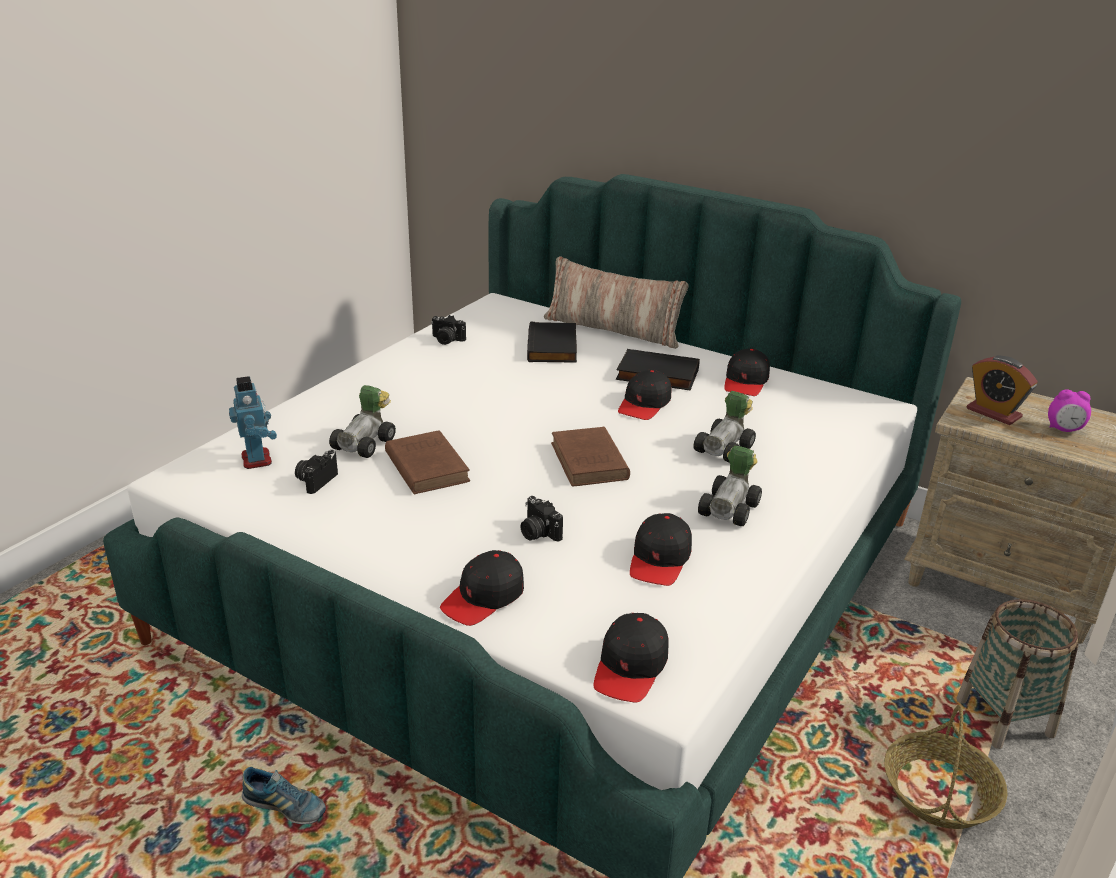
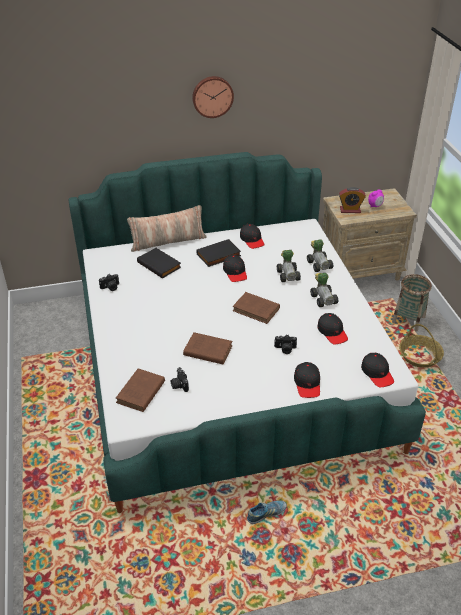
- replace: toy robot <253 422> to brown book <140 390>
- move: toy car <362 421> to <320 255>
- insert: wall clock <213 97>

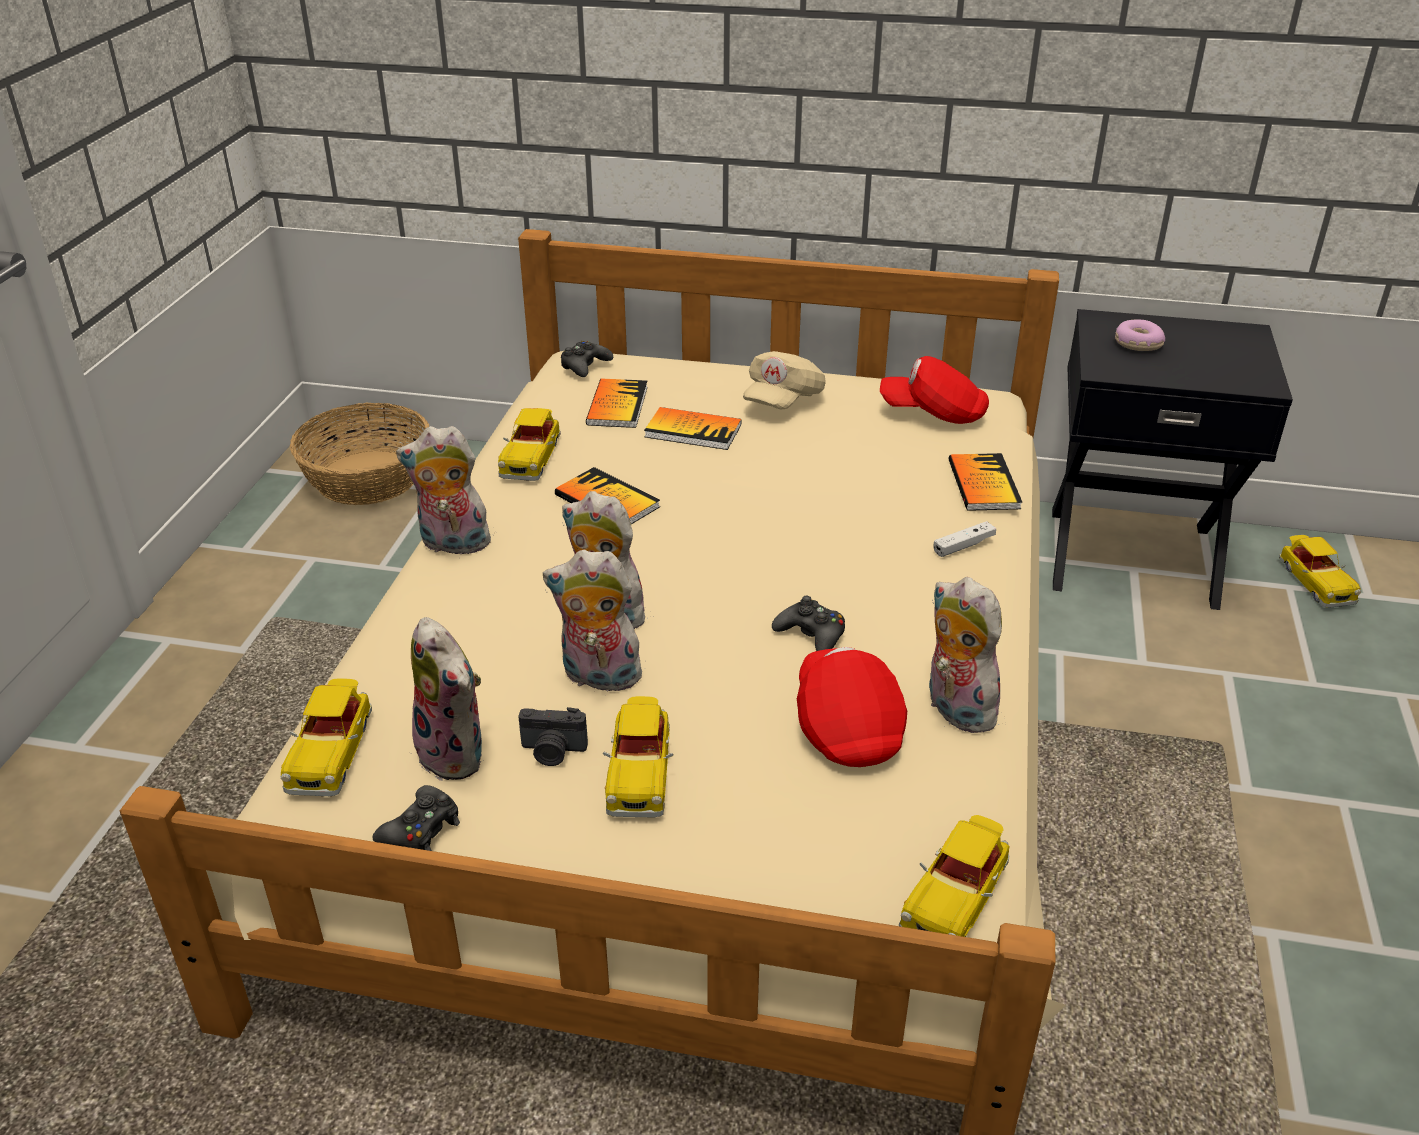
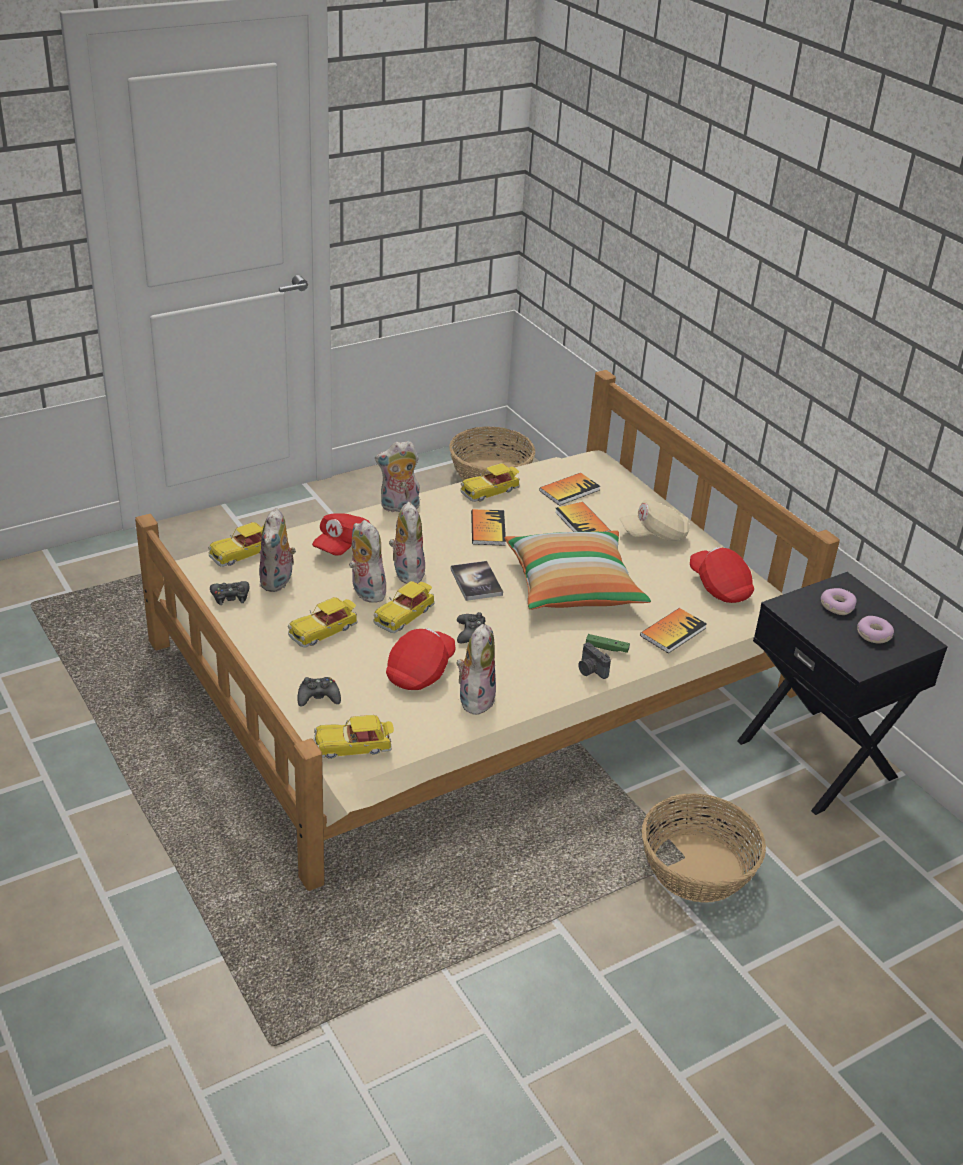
- move: black game controller <587 359> to <319 692>
- rotate: plush toy <445 490> = <397 476> 60 degrees counterclockwise
- recolor: white game controller <964 539> to green game controller <608 643>
- move: toy car <1320 571> to <404 607>
- move: photo camera <553 736> to <594 660>
- insert: red cap <341 535>
- insert: pillow <578 570>
- insert: book <477 581>
- insert: donut <875 629>
- insert: basket <704 848>

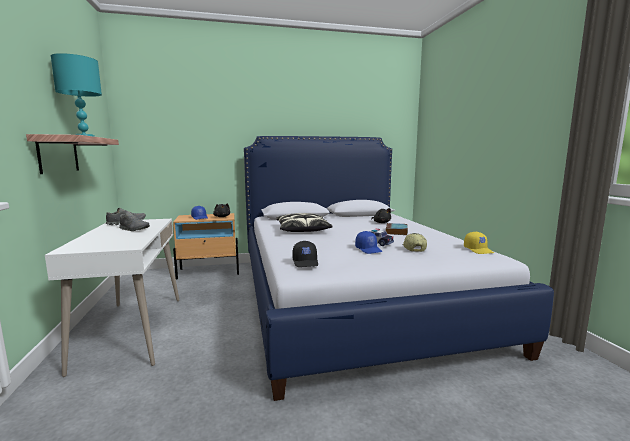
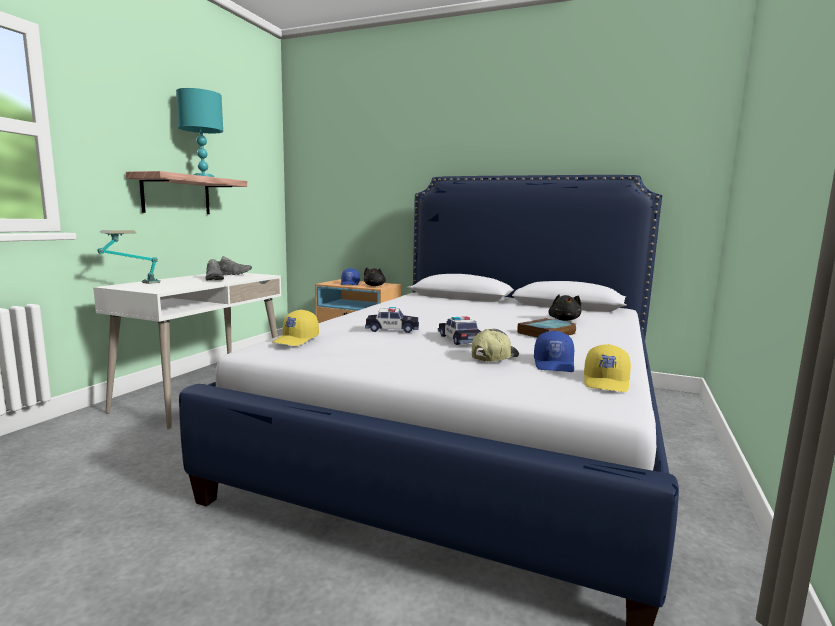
- delete: pillow <304 222>
- move: blue cap <369 242> to <554 351>
- recolor: black cap <305 254> to yellow cap <296 328>
- insert: table lamp <129 257>
- insert: toy car <392 320>

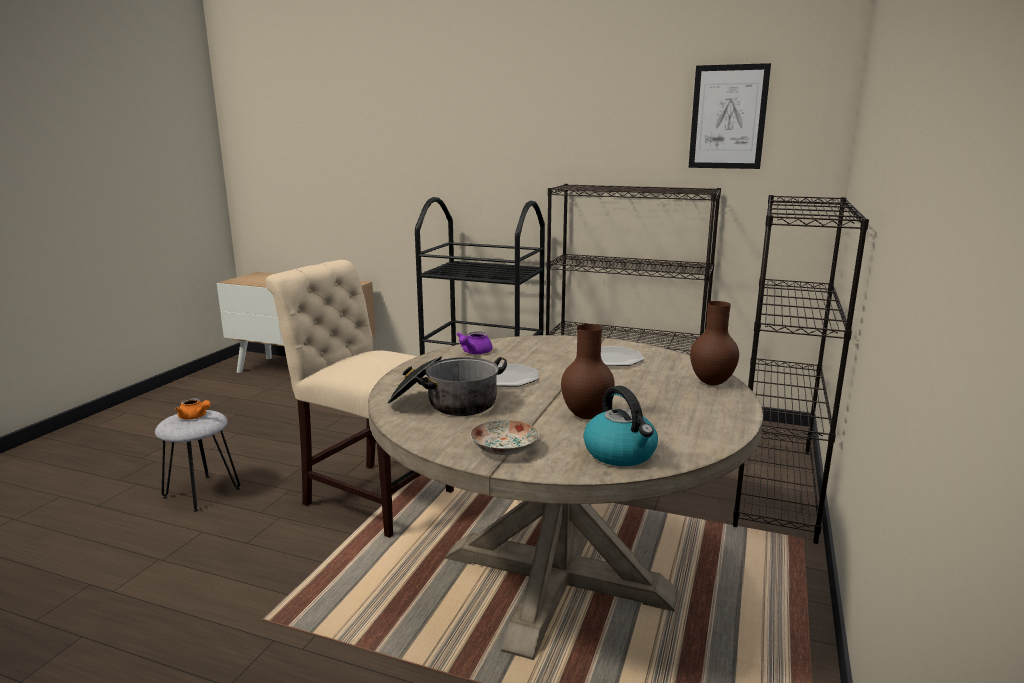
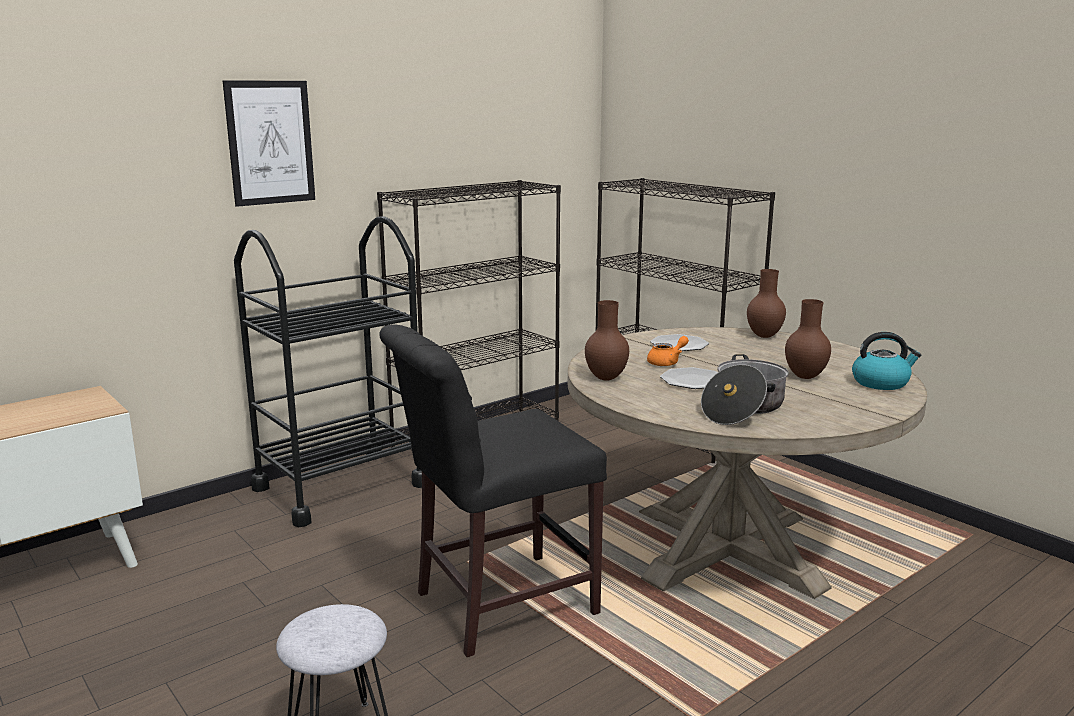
- move: picture <730 116> to <269 144>
- recolor: beige chair <360 399> to black chair <493 490>
- replace: purple teapot <474 342> to brown vase <607 340>
- move: orange teapot <193 409> to <668 351>
- delete: plate <504 437>

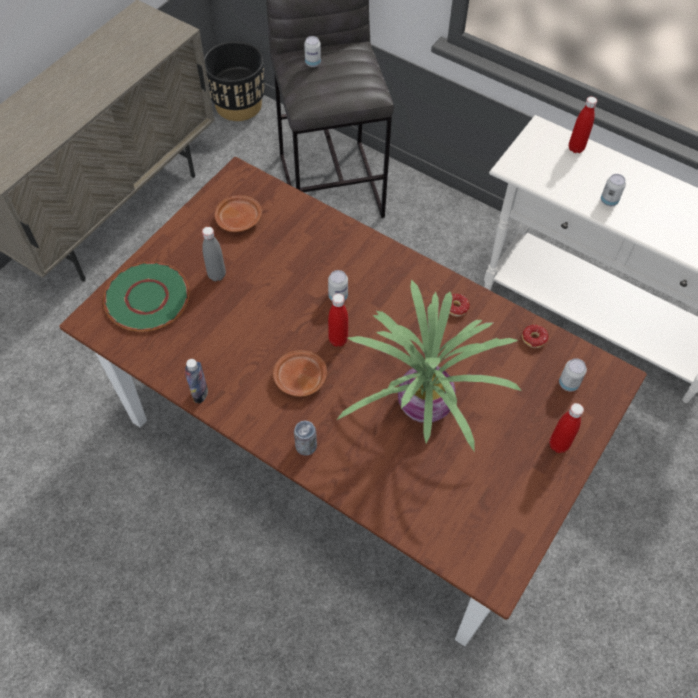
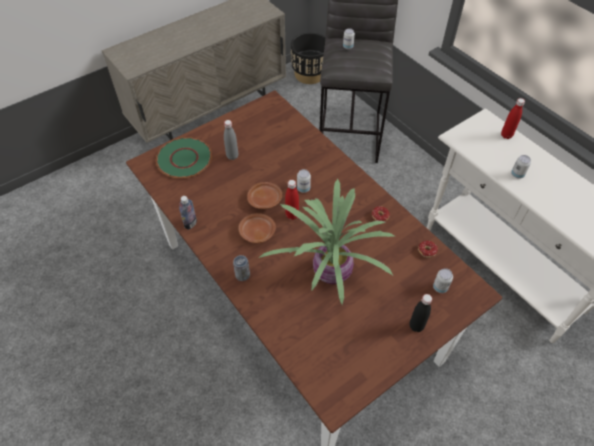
- move: brown plate <238 213> to <264 195>
- recolor: red bottle <566 428> to black bottle <420 313>

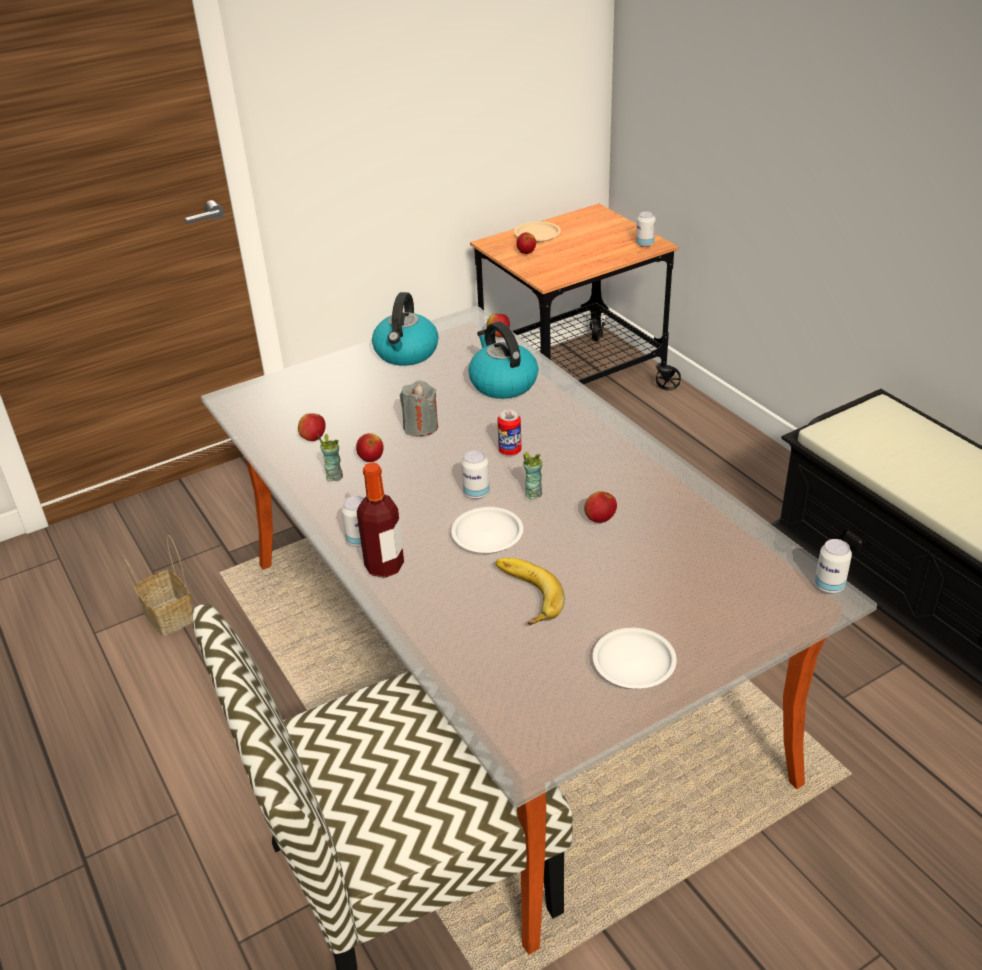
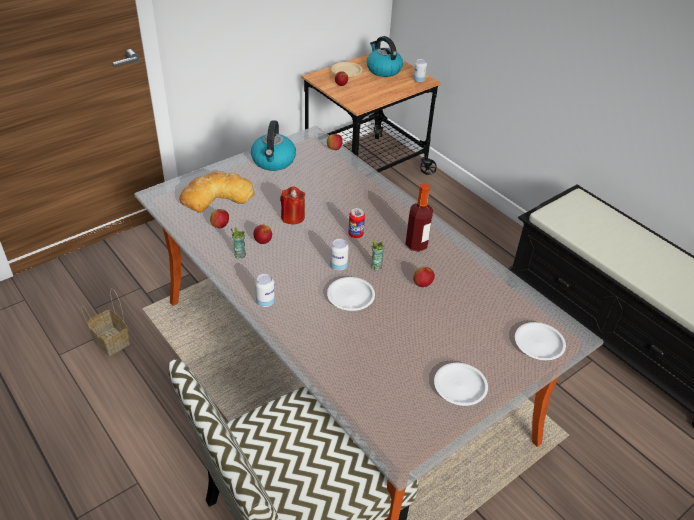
- move: kettle <503 360> to <385 56>
- recolor: grey candle <419 409> to red candle <292 205>
- move: bottle <380 520> to <419 217>
- delete: can <833 566>
- delete: banana <530 591>
- insert: bread <217 192>
- insert: white plate <540 341>

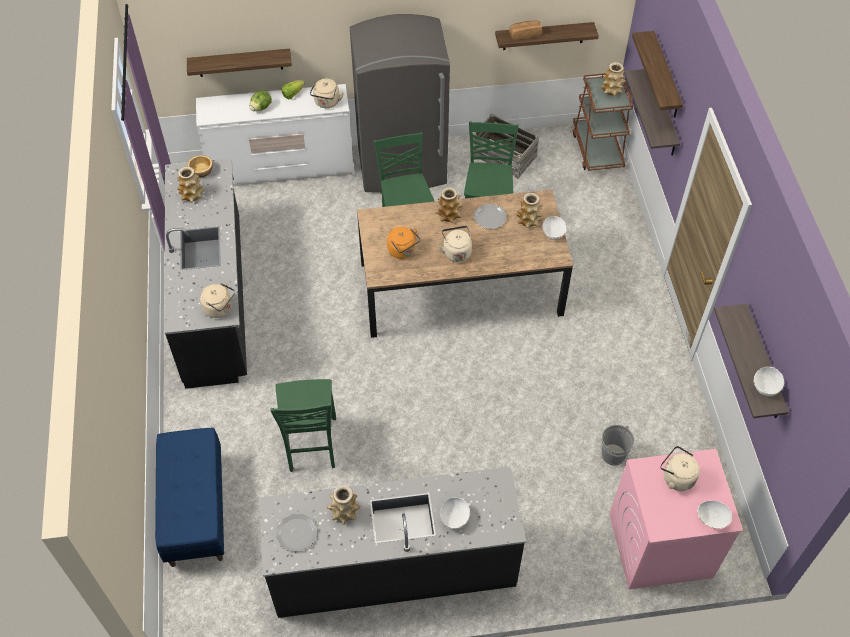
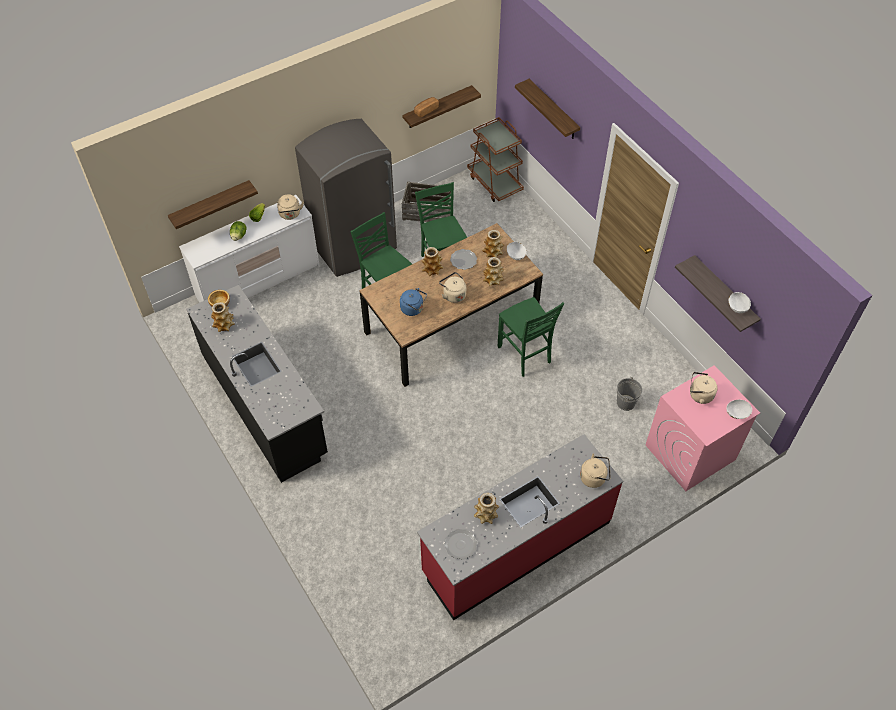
- move: vase <613 79> to <493 271>
- delete: shelf <652 112>
- recolor: orange kettle <403 243> to blue kettle <413 302>
- move: beige kettle <217 300> to <595 471>
- move: green chair <303 425> to <531 337>
- delete: blue bench <189 497>
- recolor: black counter <392 542> to red counter <520 527>
- delete: white bowl <455 513>

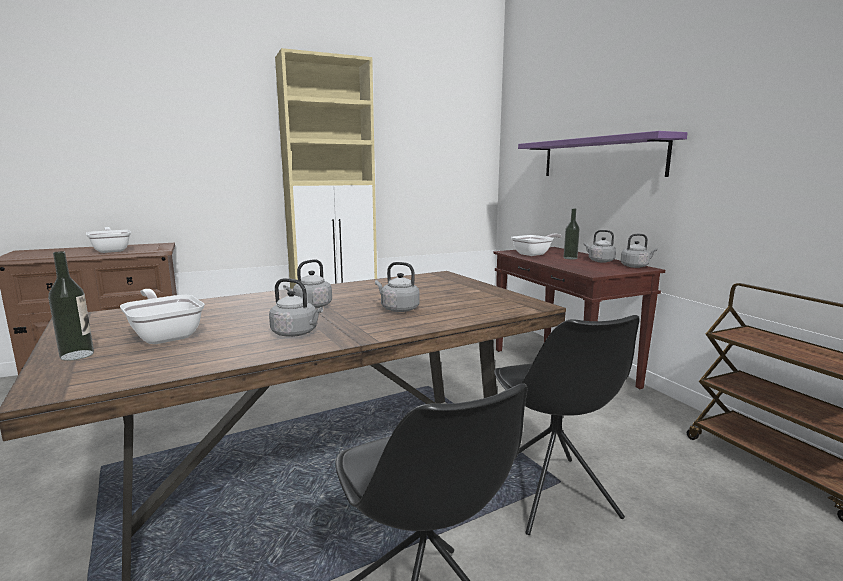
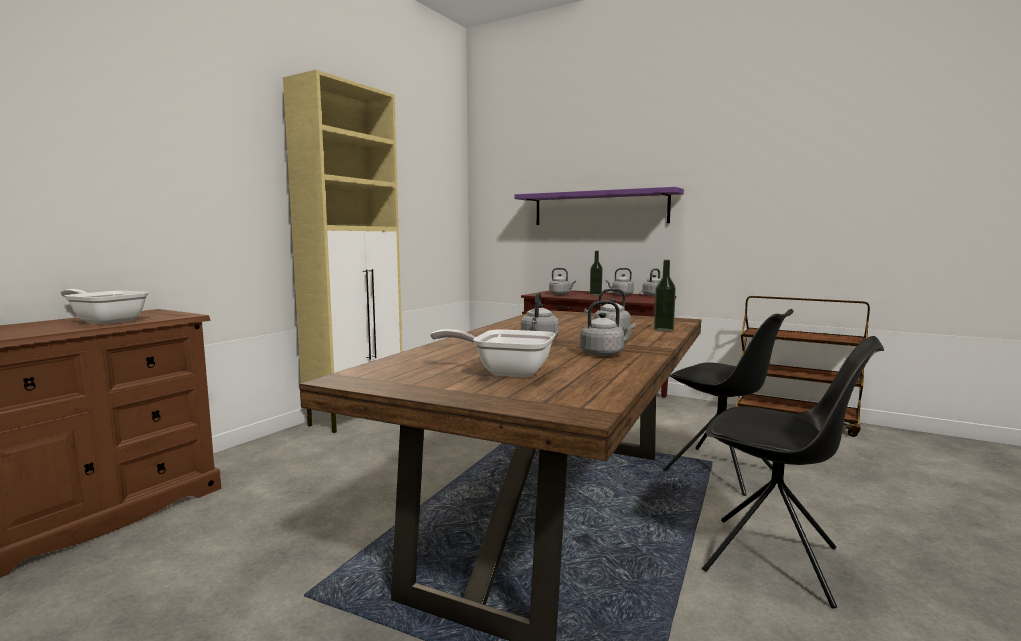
- replace: frying pan <536 245> to grey kettle <562 281>
- move: bottle <71 306> to <665 296>

